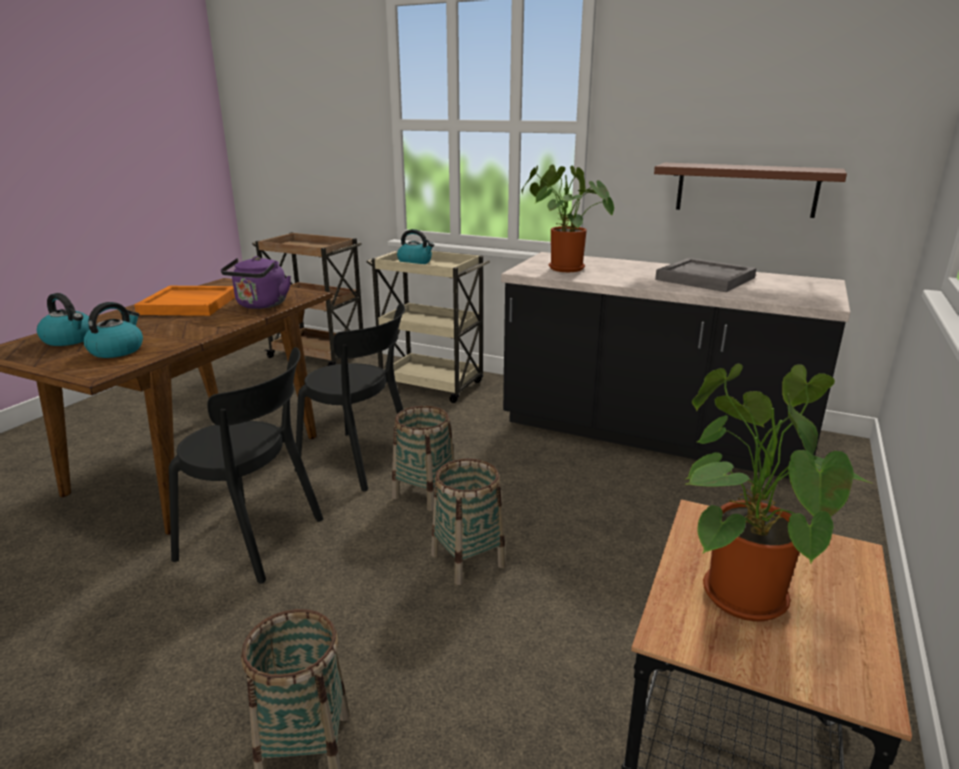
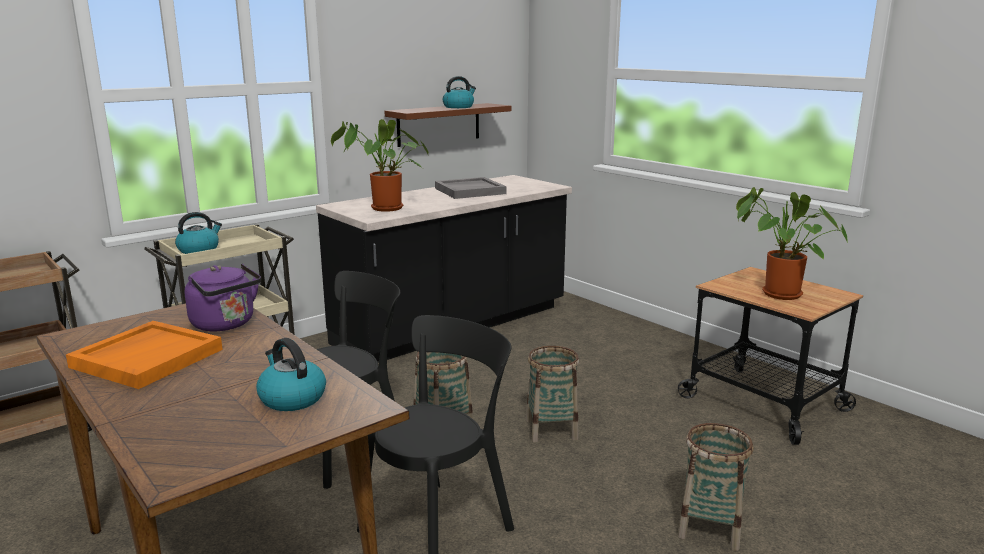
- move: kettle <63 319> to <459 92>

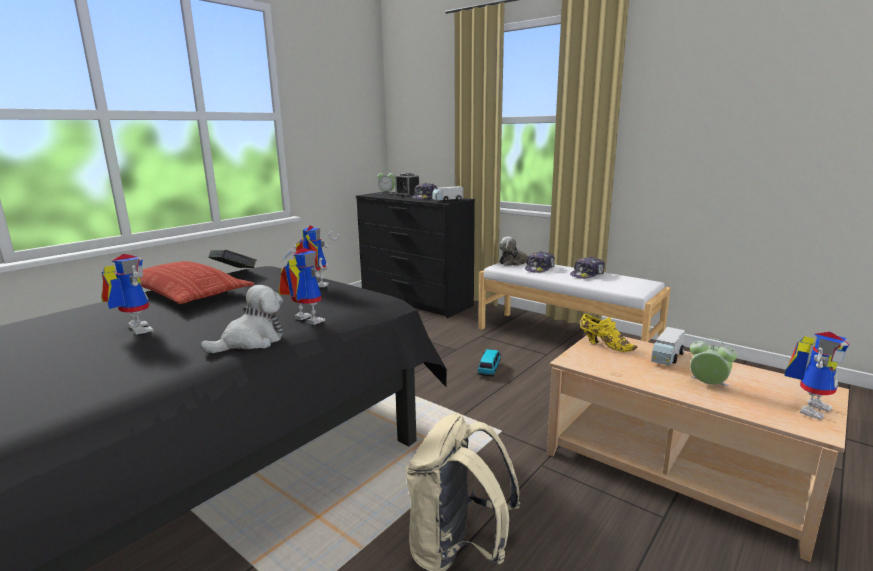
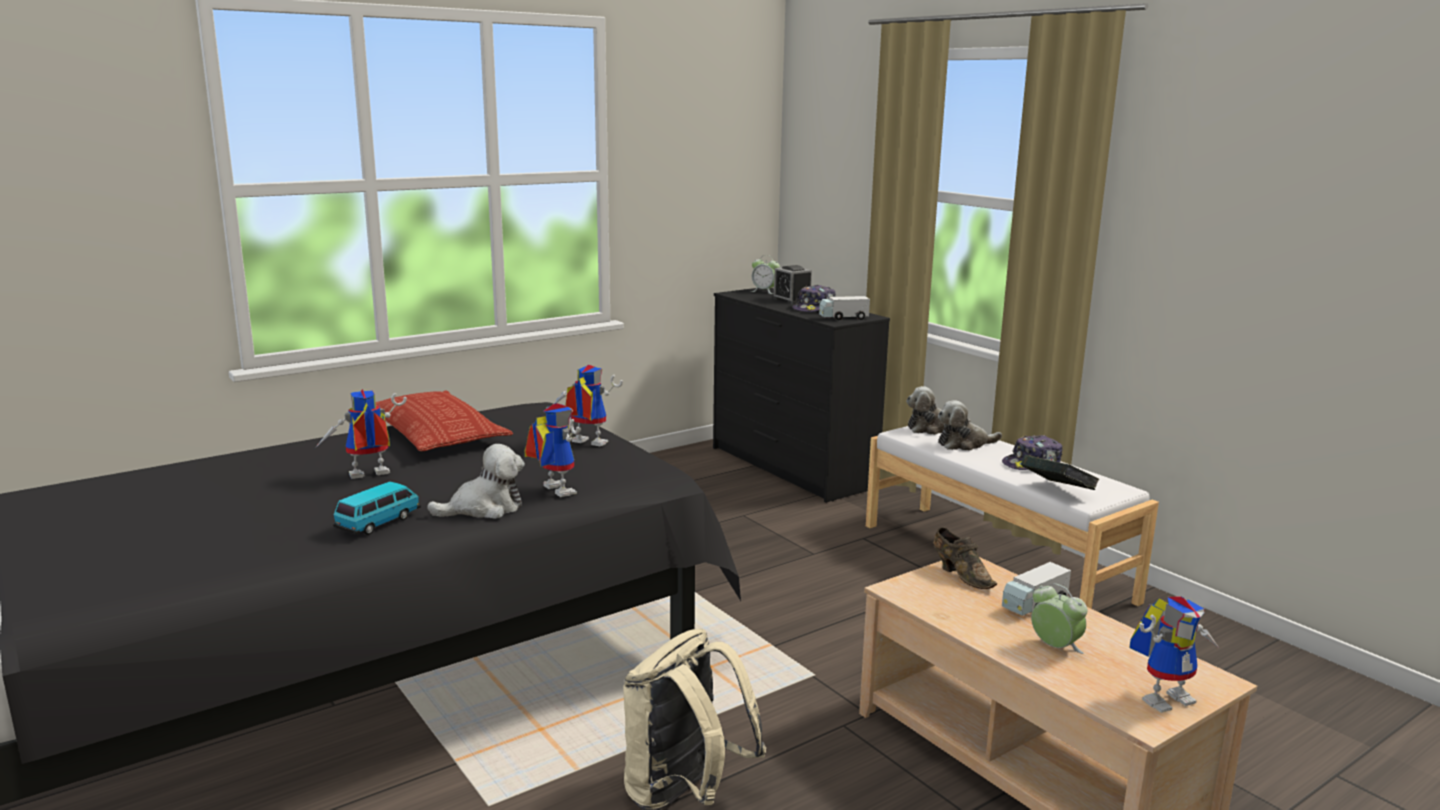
- move: book <233 259> to <1060 472>
- replace: cap <540 262> to plush toy <970 425>
- rotate: toy robot <127 294> = <361 434> 90 degrees counterclockwise
- recolor: yellow shoe <609 333> to brown shoe <965 558>
- move: toy car <489 363> to <377 508>

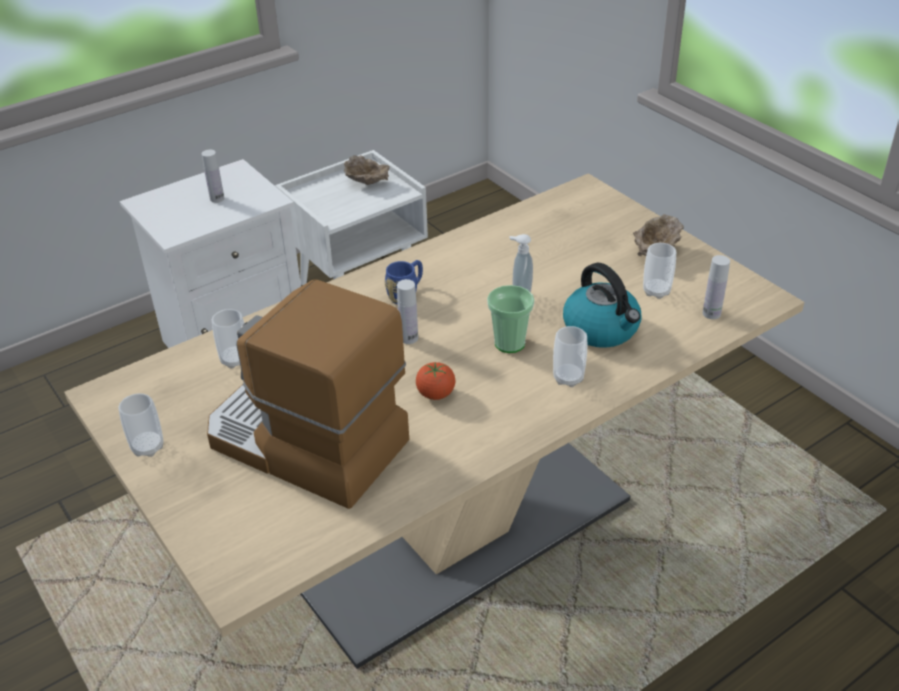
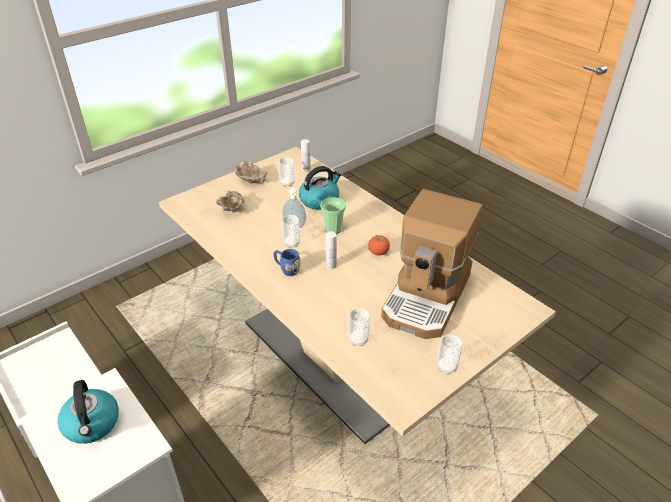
- replace: white bottle <213 176> to kettle <88 412>
- move: beige bowl <367 170> to <230 202>
- move: cup <570 356> to <291 231>

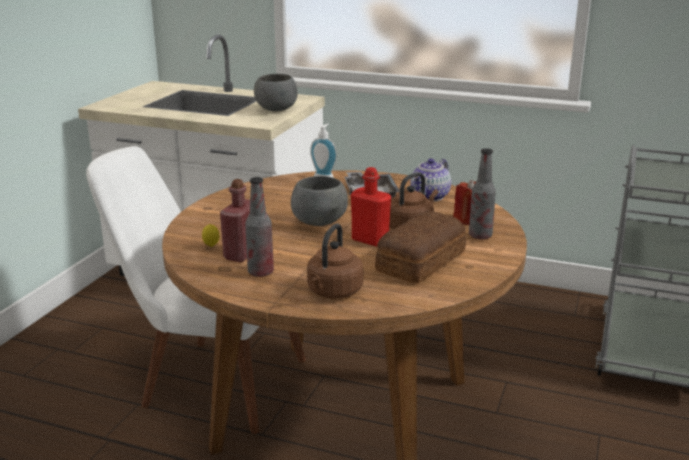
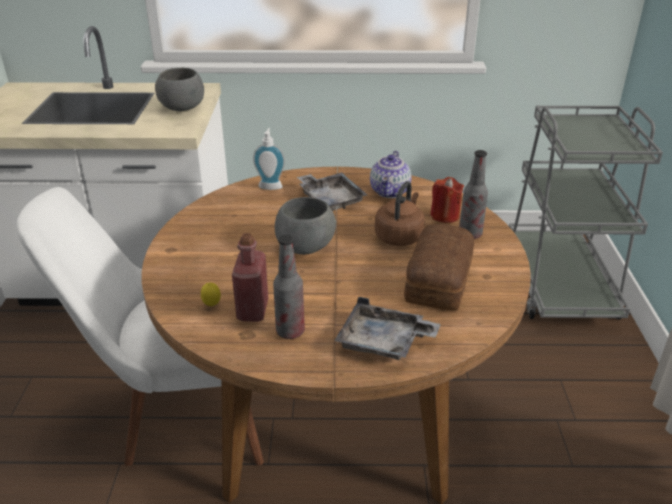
- delete: red bottle <371 207>
- replace: brown kettle <335 261> to grey tray <387 328>

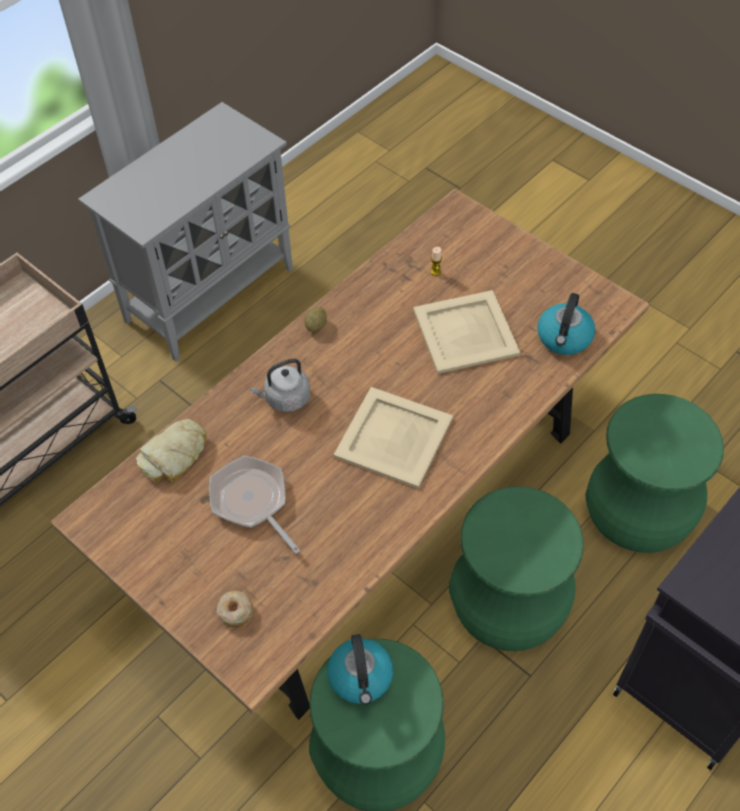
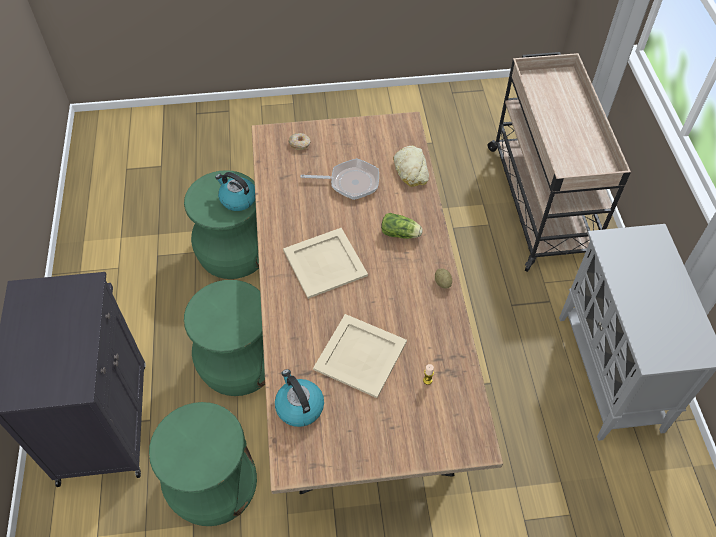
- replace: grey kettle <280 385> to lettuce <401 226>

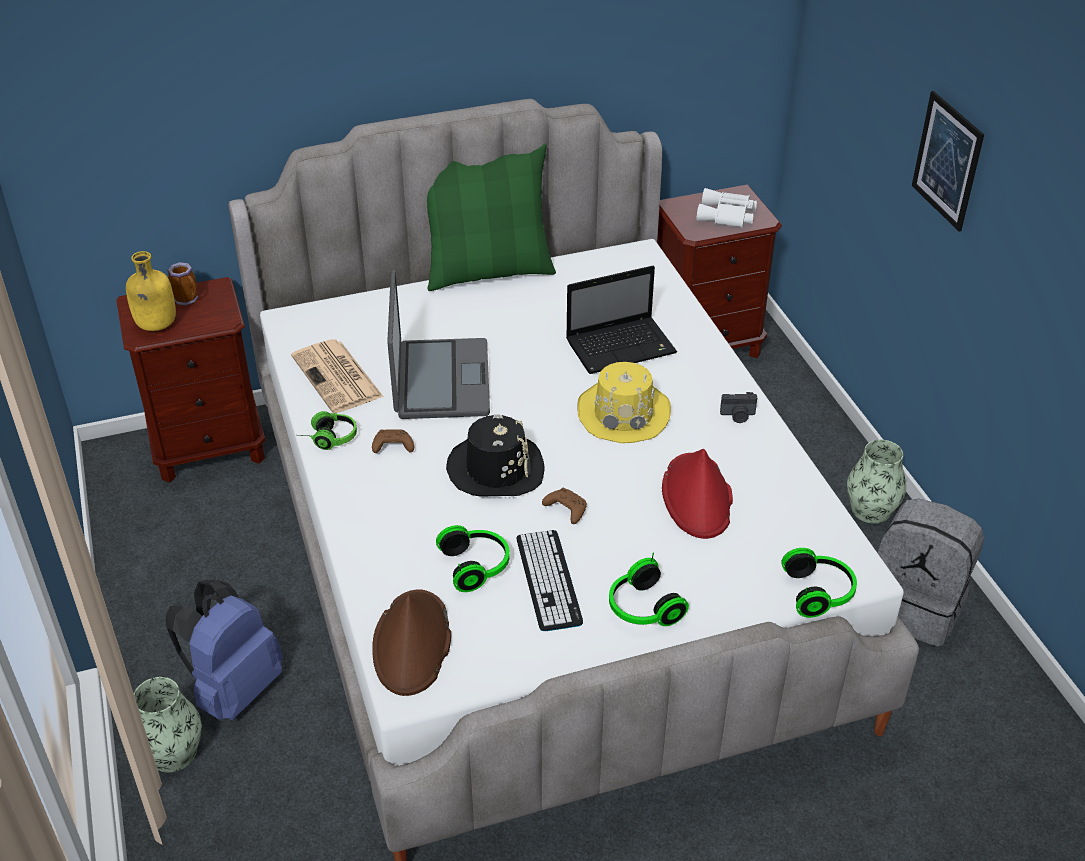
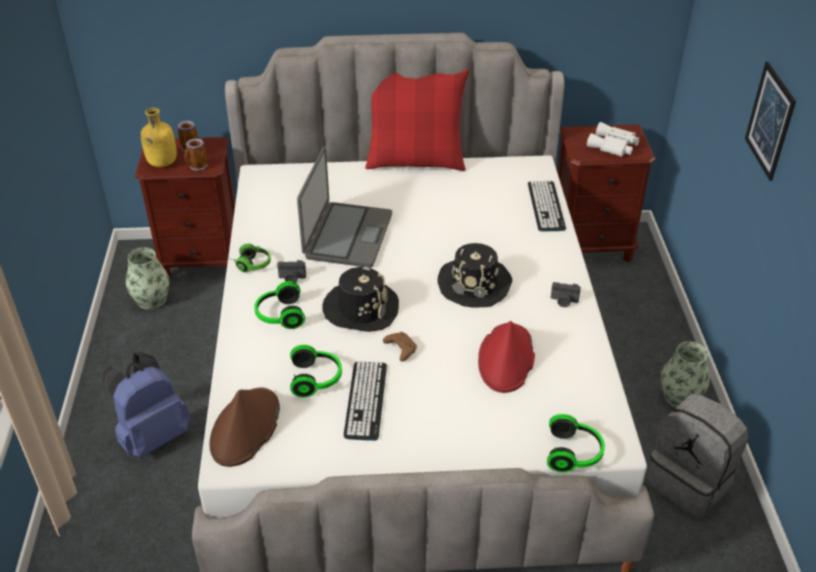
- recolor: green pillow <491 217> to red pillow <417 120>
- delete: laptop <621 320>
- delete: newspaper <337 376>
- recolor: yellow hat <624 402> to black hat <475 275>
- replace: brown game controller <393 441> to photo camera <291 271>
- move: headphones <649 589> to <279 303>
- move: vase <168 725> to <147 279>
- insert: mug <196 154>
- insert: keyboard <547 206>

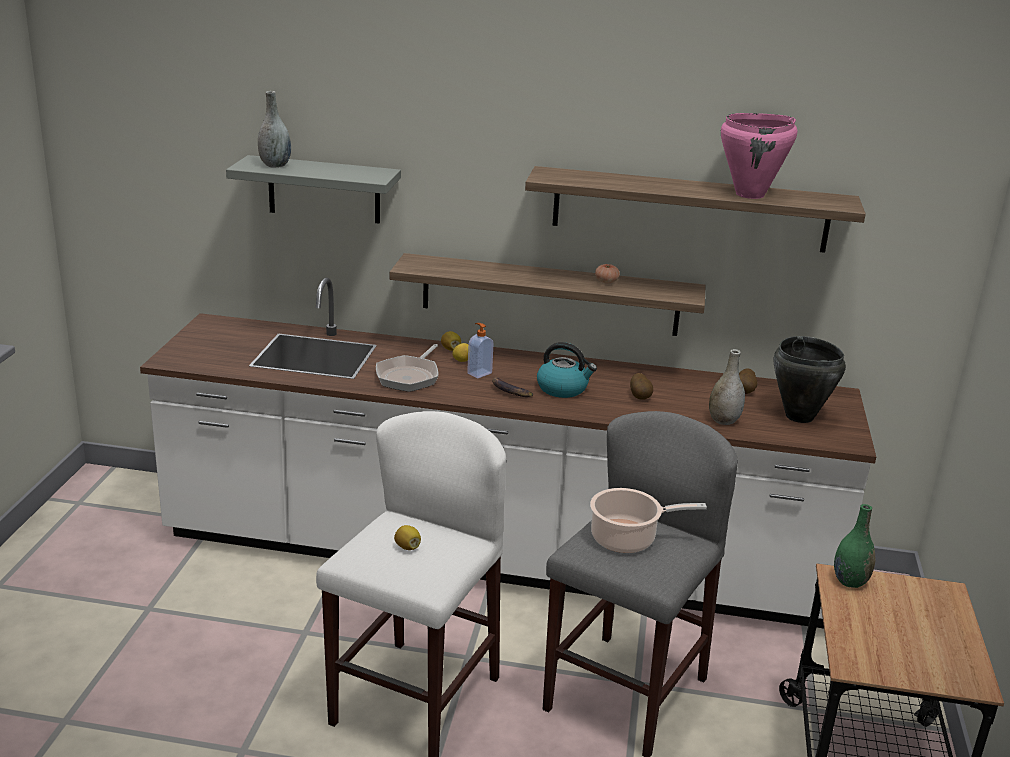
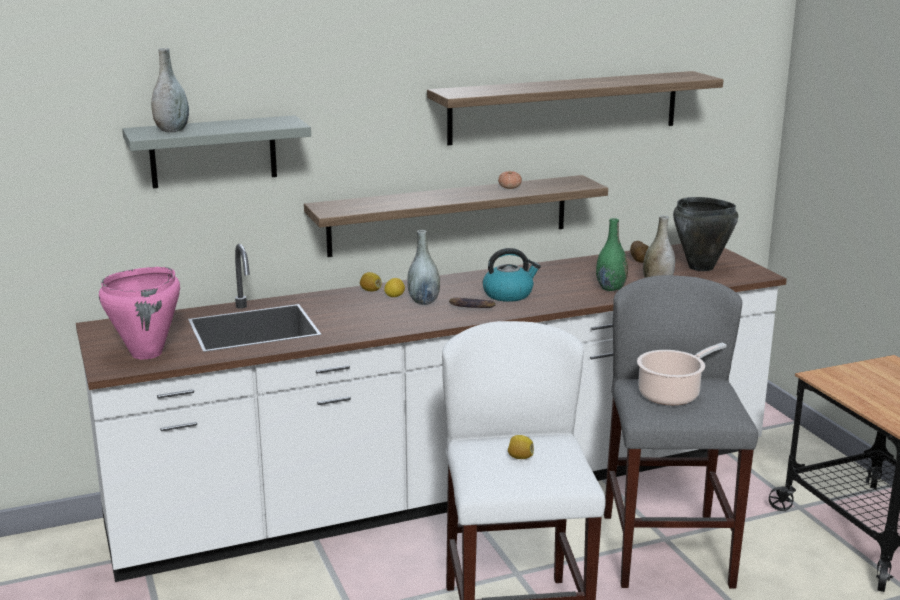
- move: pink cooking pot <759 156> to <139 313>
- replace: soap dispenser <480 351> to grey vase <423 267>
- delete: frying pan <407 368>
- delete: potato <641 386>
- move: green vase <854 546> to <612 254>

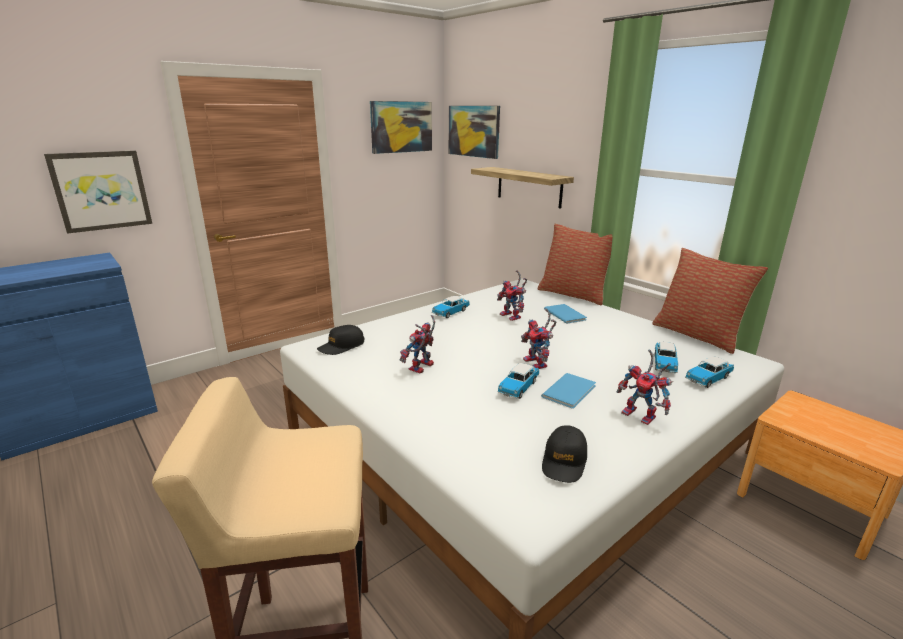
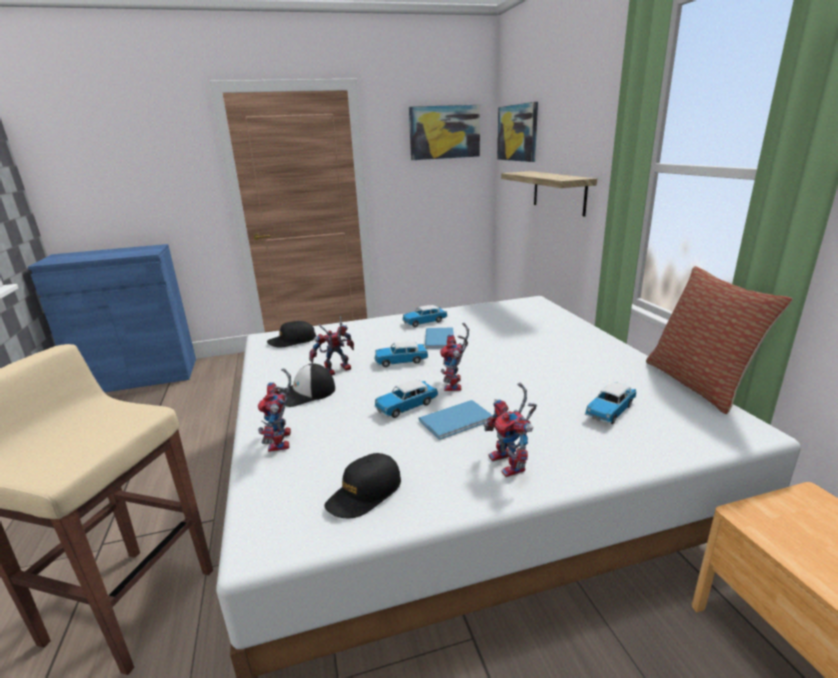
- delete: picture <98 192>
- delete: pillow <575 264>
- move: toy robot <512 295> to <274 410>
- move: blue book <565 314> to <439 338>
- move: toy car <709 372> to <401 354>
- insert: cap <307 385>

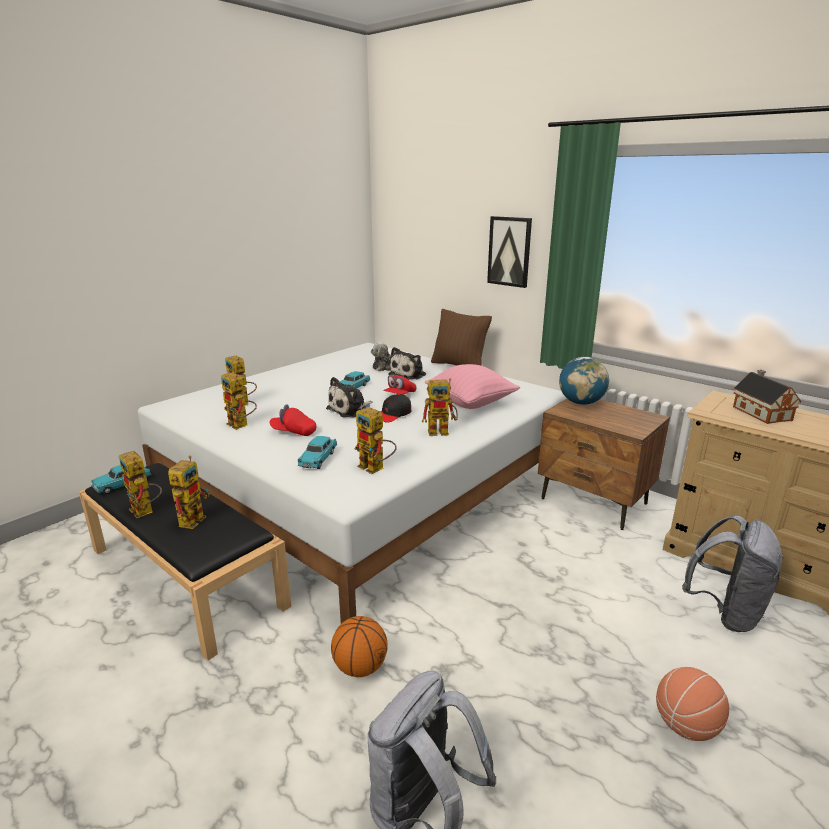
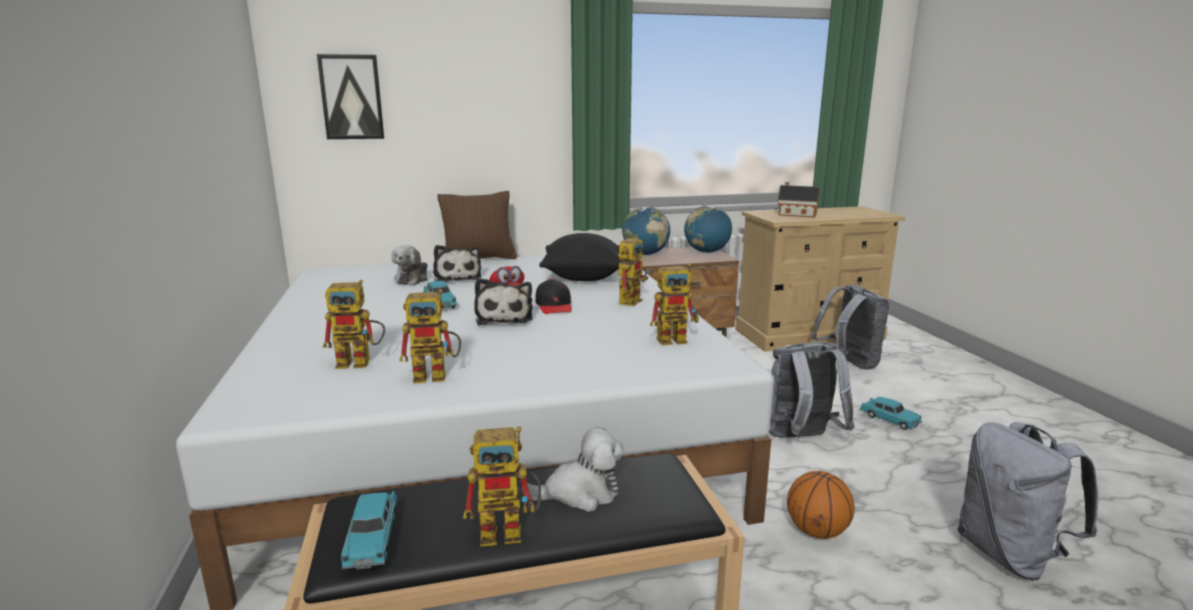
- move: picture <509 252> to <350 96>
- recolor: pink pillow <472 386> to black pillow <581 257>
- delete: red cap <292 420>
- move: turquoise toy car <317 452> to <891 413>
- replace: toy robot <189 492> to plush toy <573 469>
- delete: basketball <692 704>
- insert: globe <708 229>
- insert: grey backpack <812 390>

